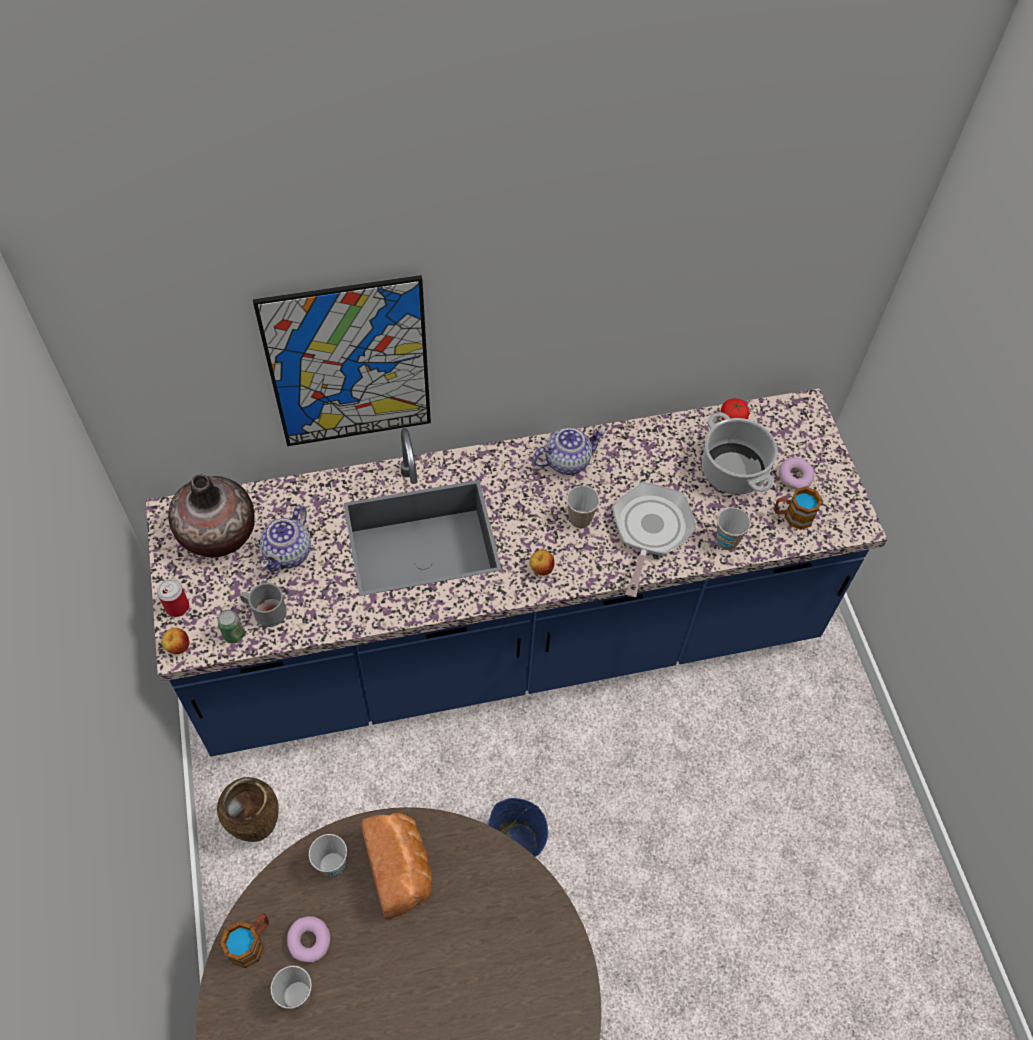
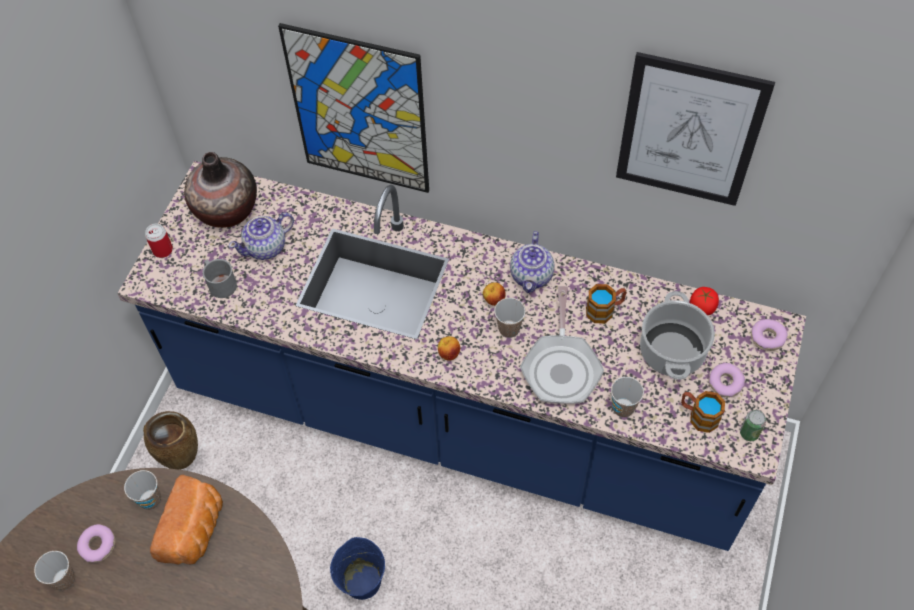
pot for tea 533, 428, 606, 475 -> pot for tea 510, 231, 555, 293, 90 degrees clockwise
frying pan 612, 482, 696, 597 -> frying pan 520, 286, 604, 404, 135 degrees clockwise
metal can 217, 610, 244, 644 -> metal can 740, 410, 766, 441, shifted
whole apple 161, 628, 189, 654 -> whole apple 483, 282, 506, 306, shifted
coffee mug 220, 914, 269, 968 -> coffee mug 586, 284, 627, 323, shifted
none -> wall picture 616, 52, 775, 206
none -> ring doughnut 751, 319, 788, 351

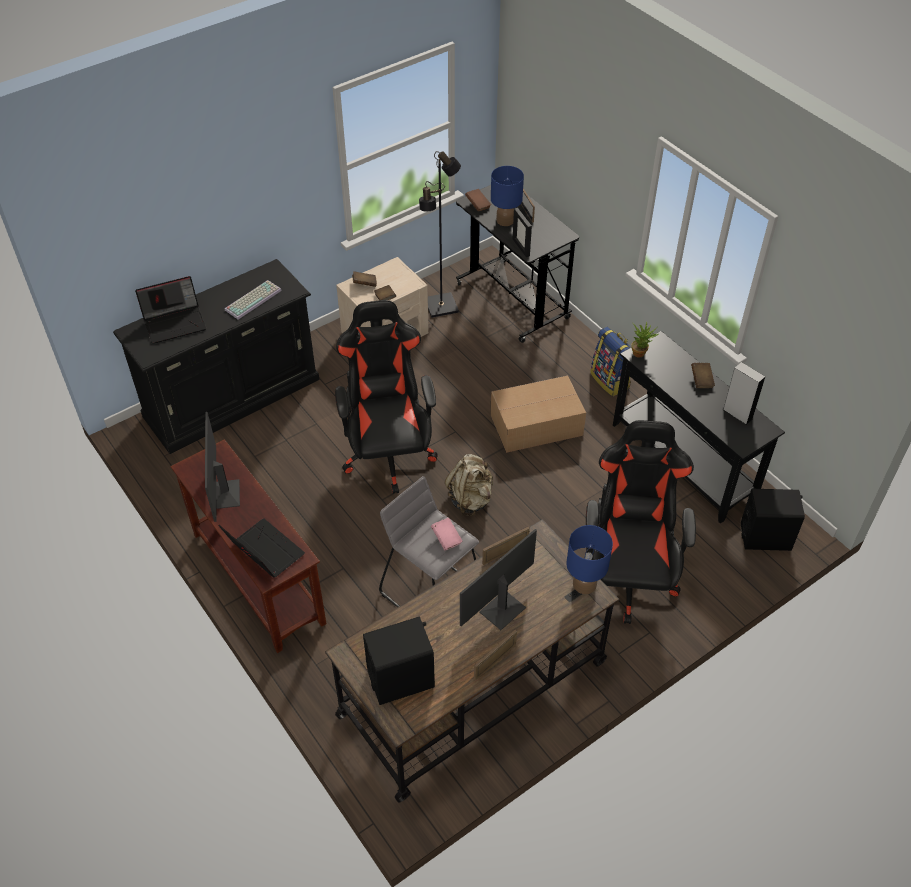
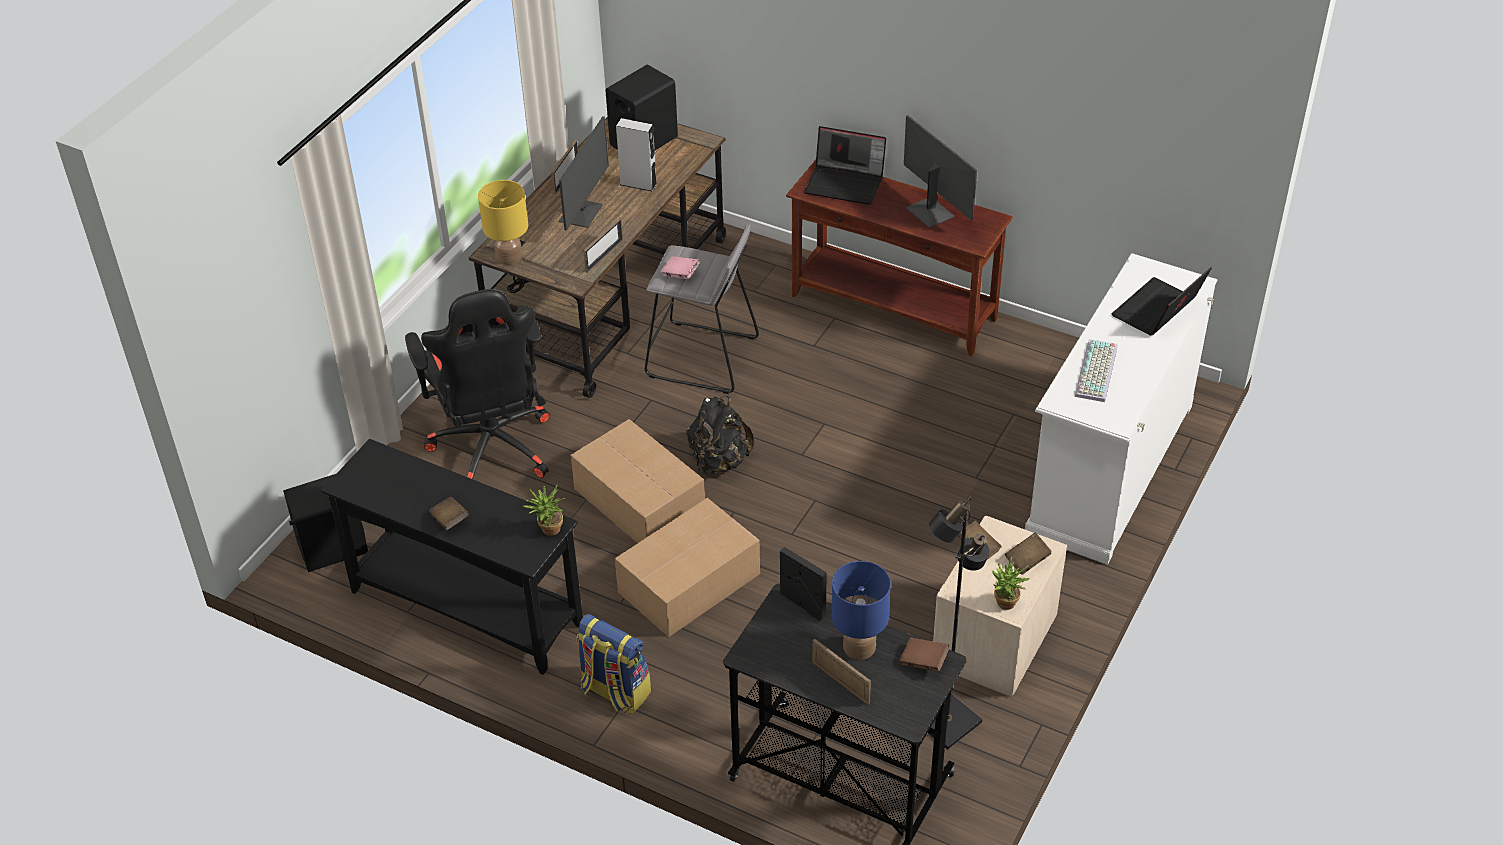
blackish cabinet 113, 259, 319, 454 -> white cabinet 1025, 253, 1217, 565
blackish office chair 335, 300, 438, 494 -> none
grey audio speaker 723, 362, 765, 425 -> grey audio speaker 616, 118, 657, 191, shifted
beige knapsack 445, 454, 493, 516 -> blackish knapsack 686, 396, 754, 475
bluish lamp for a table 566, 525, 613, 594 -> yellow lamp for a table 478, 180, 528, 265
none -> cardboard box 570, 419, 705, 543
none -> potted plant 991, 556, 1030, 610

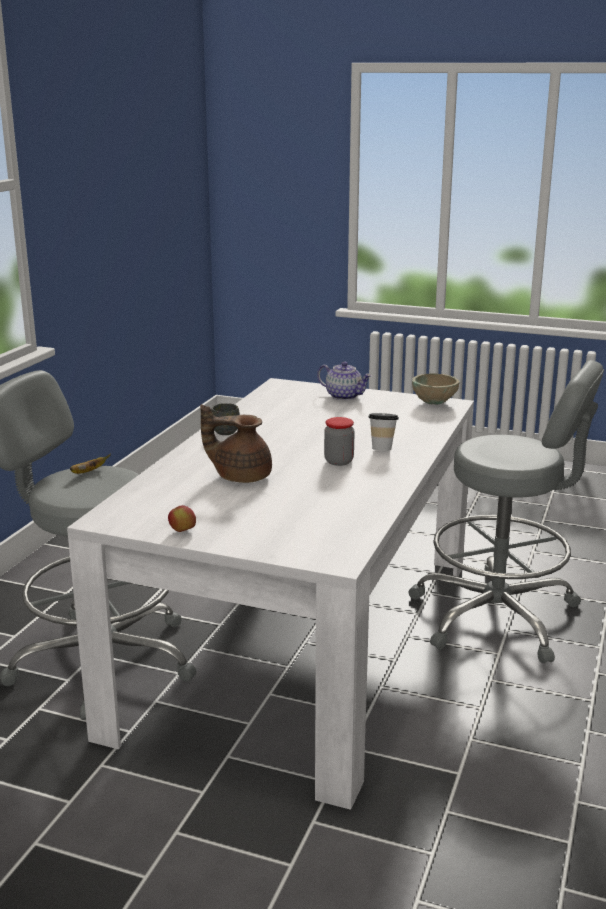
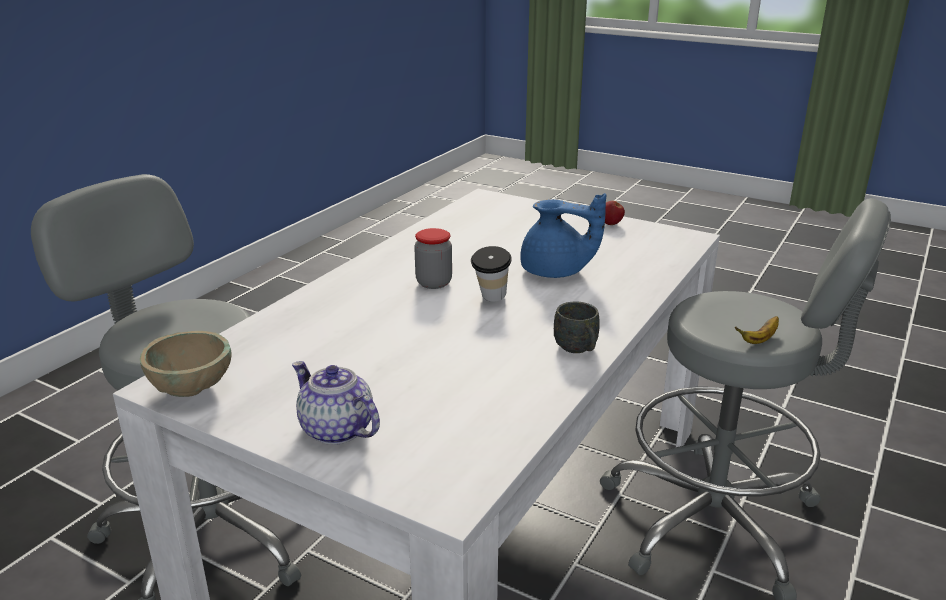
brown-coloured pot for tea 200, 404, 272, 483 -> bluish pot for tea 520, 193, 606, 278
drinking cup 369, 413, 399, 451 -> drinking cup 471, 246, 512, 302, shifted

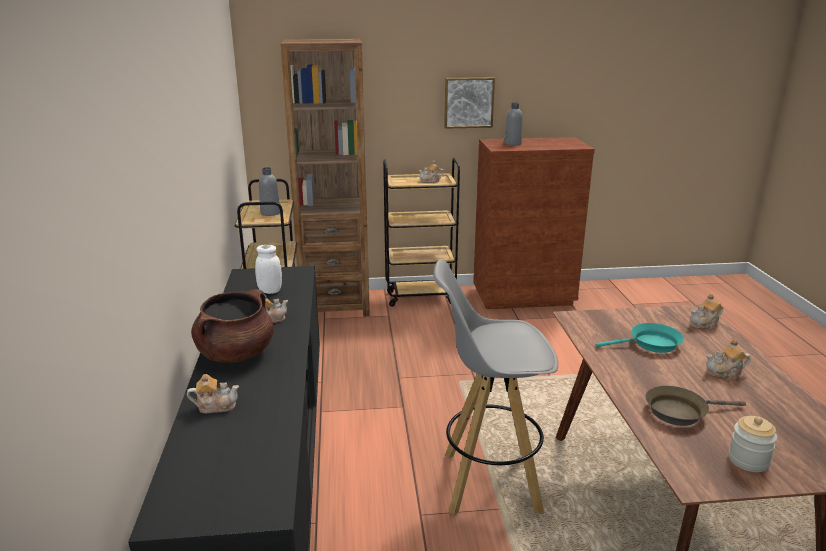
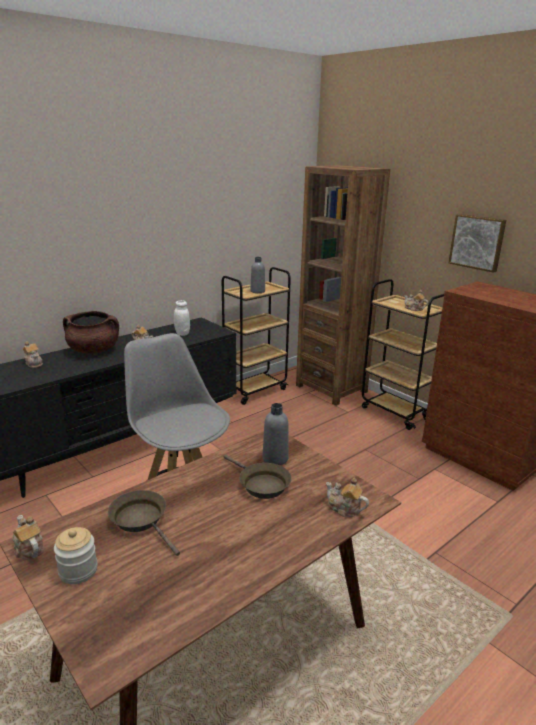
grey drink bottle 504, 103, 522, 145 -> grey drink bottle 263, 403, 289, 465, shifted
blue-green frying pan 596, 323, 684, 353 -> brown-coloured frying pan 223, 455, 292, 499
pot for tea 706, 339, 751, 379 -> pot for tea 12, 515, 44, 560, shifted

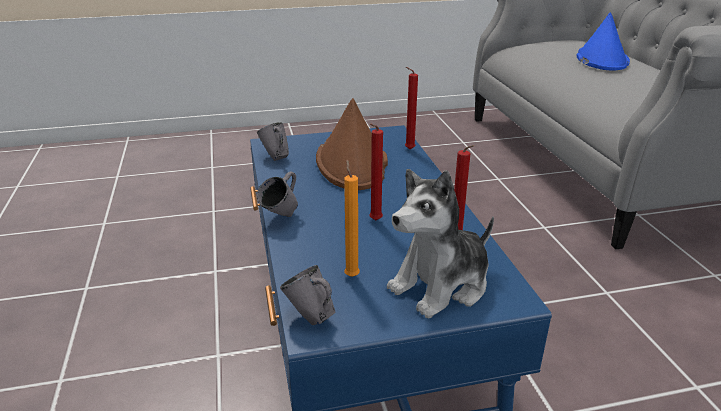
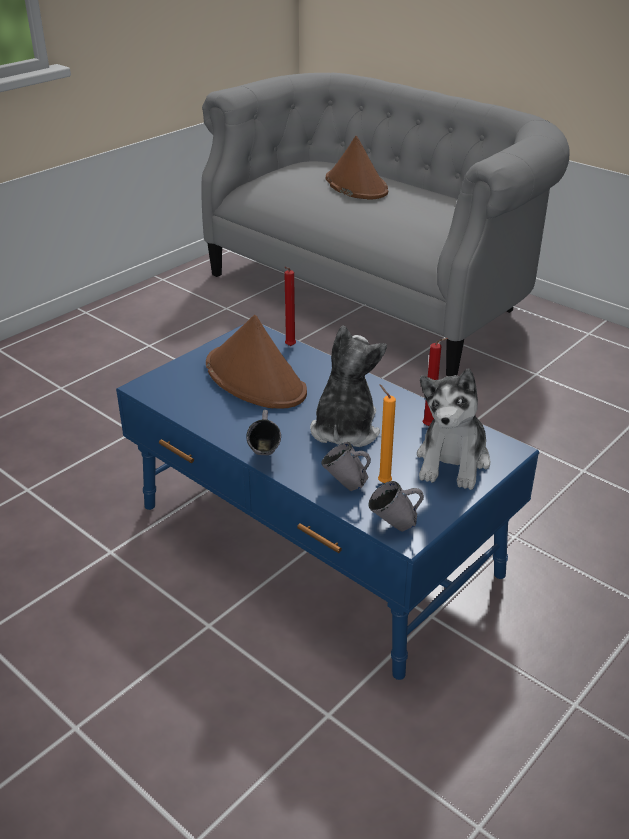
bluish wearable hat 577, 12, 630, 71 -> brown-coloured wearable hat 326, 136, 388, 200
grey coffee mug 257, 123, 289, 161 -> grey coffee mug 321, 442, 371, 491, shifted
reddish wax light 370, 124, 383, 220 -> cuddly toy 310, 326, 387, 447

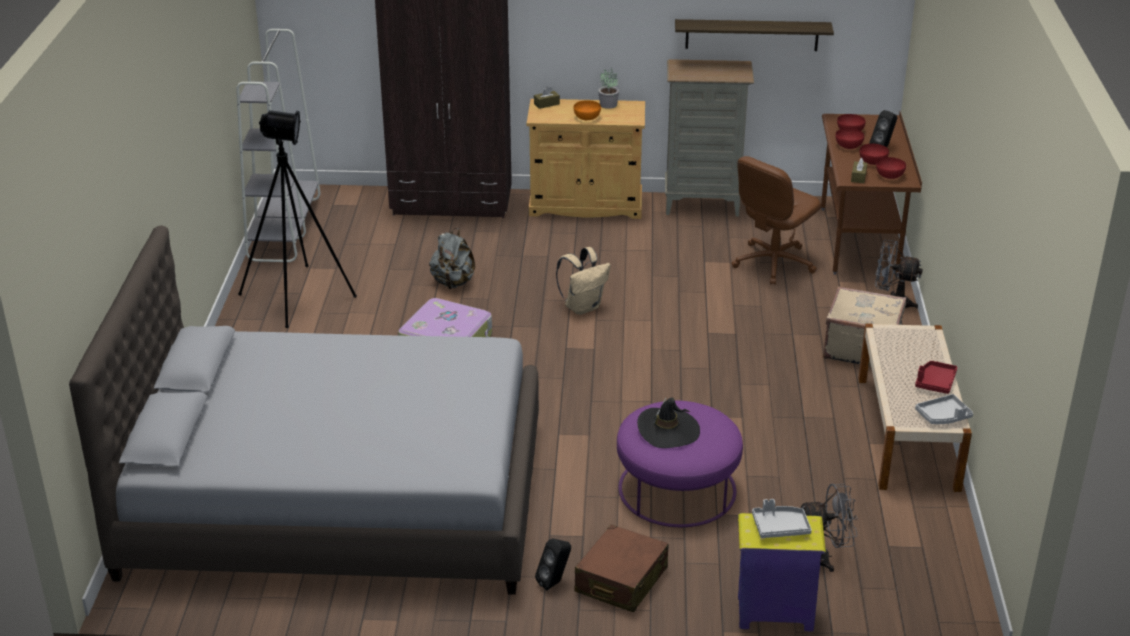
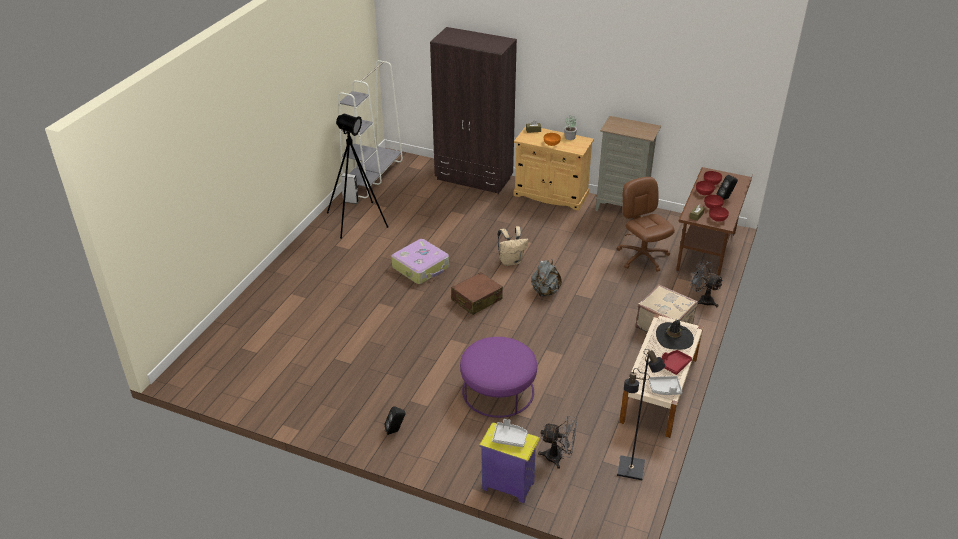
bracket shelf 675, 19, 834, 51 -> none
brown-coloured office chair 731, 156, 821, 285 -> brown-coloured office chair 617, 177, 675, 272, 90 degrees clockwise
grey bedroom bed 69, 225, 539, 595 -> none
grey knapsack 429, 228, 475, 289 -> grey knapsack 531, 259, 562, 297, shifted
blackish wearable hat 637, 398, 700, 448 -> blackish wearable hat 656, 319, 694, 350, shifted
brown-coloured suitcase 575, 524, 668, 612 -> brown-coloured suitcase 451, 272, 503, 315, shifted
none -> grey audio speaker 341, 173, 359, 204
none -> blackish floor lamp 617, 349, 665, 480

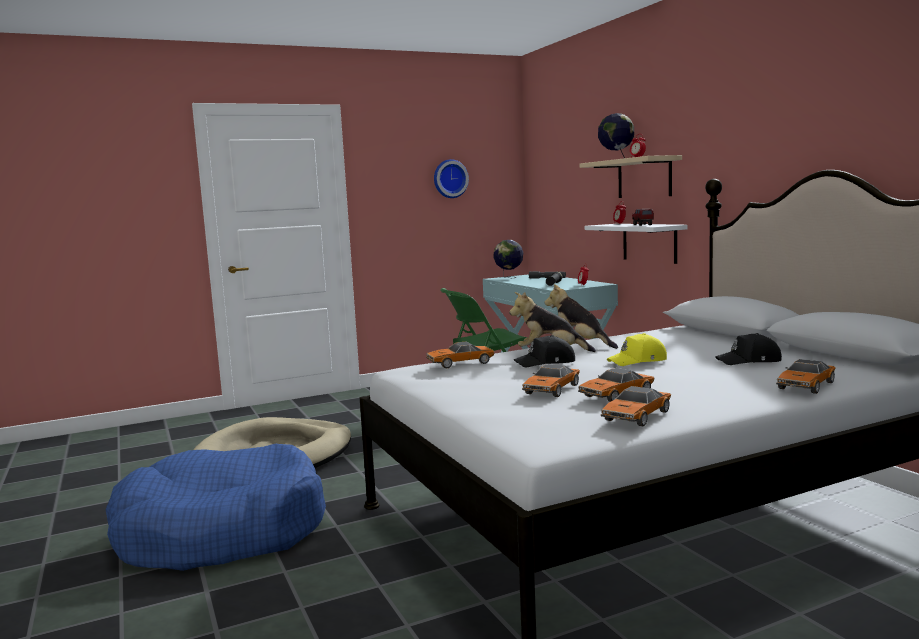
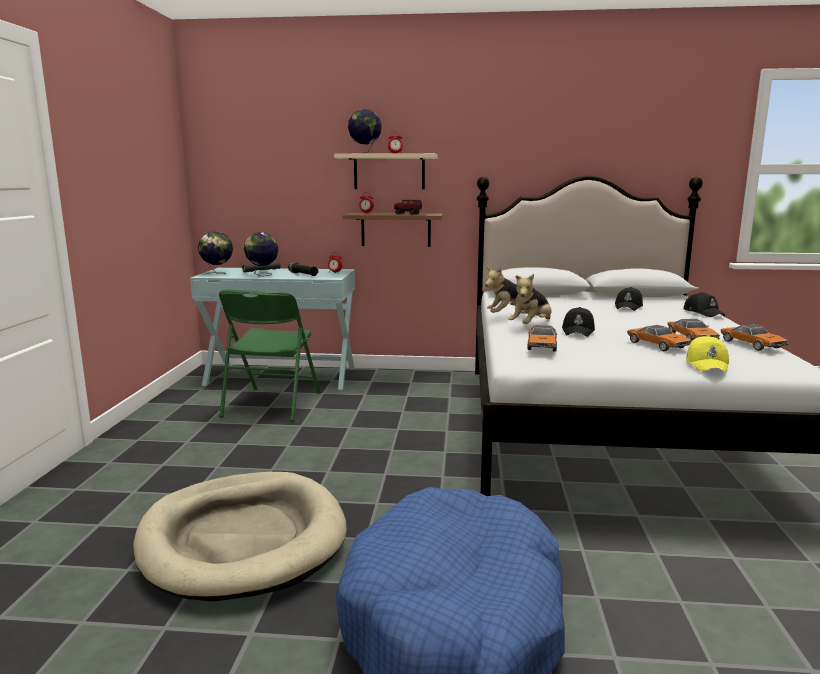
hanging clock 434, 159, 469, 198 -> none
white bracket shelf 585, 224, 687, 264 -> brown-coloured bracket shelf 342, 213, 443, 247
yellow baseball cap 607, 333, 667, 366 -> yellow baseball cap 686, 335, 729, 372, shifted
miniature car 776, 359, 836, 394 -> blackish baseball cap 684, 292, 725, 317
none -> globe 244, 232, 279, 276

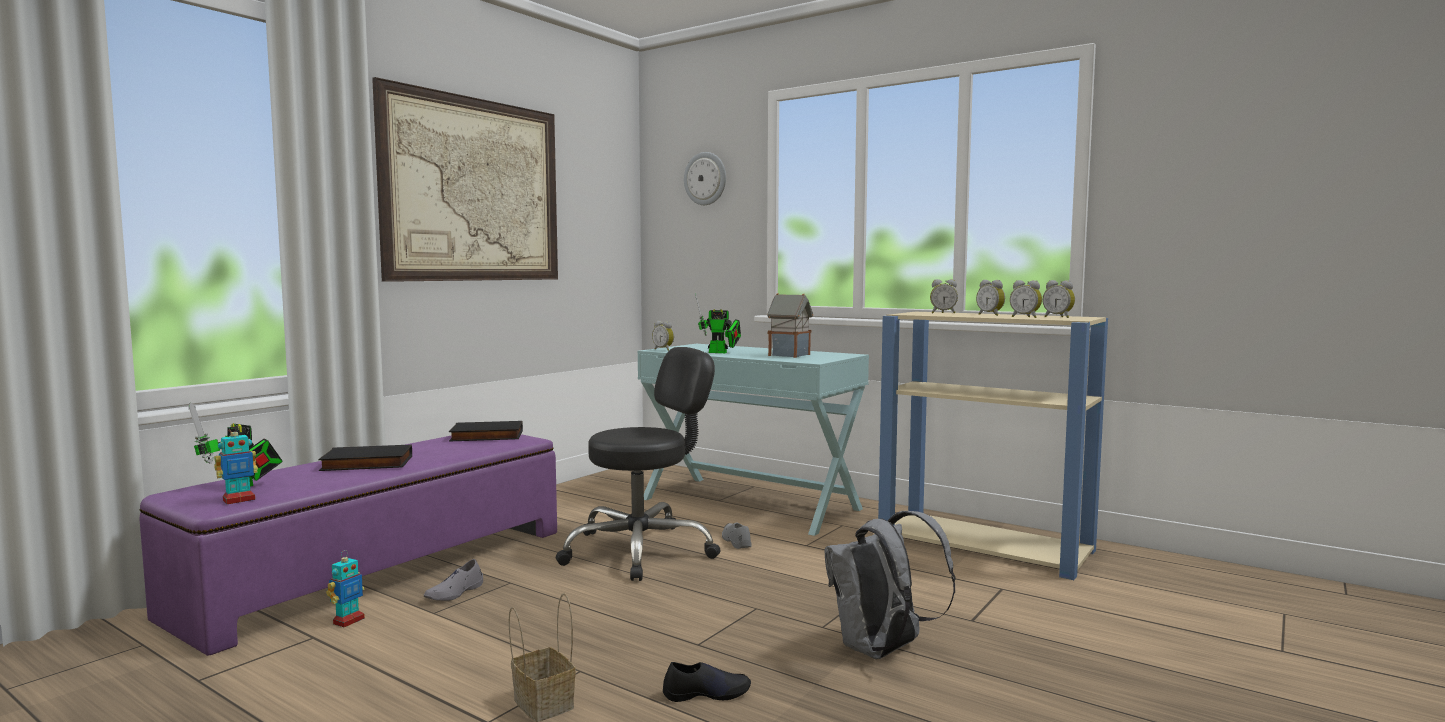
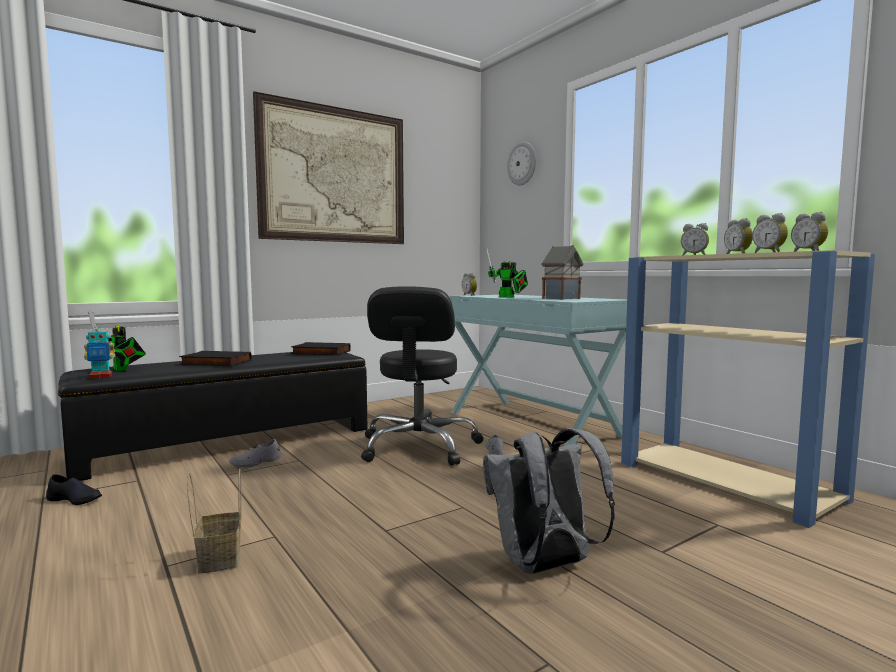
blackish office chair 556, 347, 721, 581 -> blackish office chair 361, 286, 484, 466, 105 degrees clockwise
purple bench 140, 434, 557, 656 -> blackish bench 58, 352, 368, 481
robot figure 326, 550, 365, 627 -> none
blackish item of footwear 663, 662, 751, 702 -> blackish item of footwear 46, 474, 102, 505, shifted

